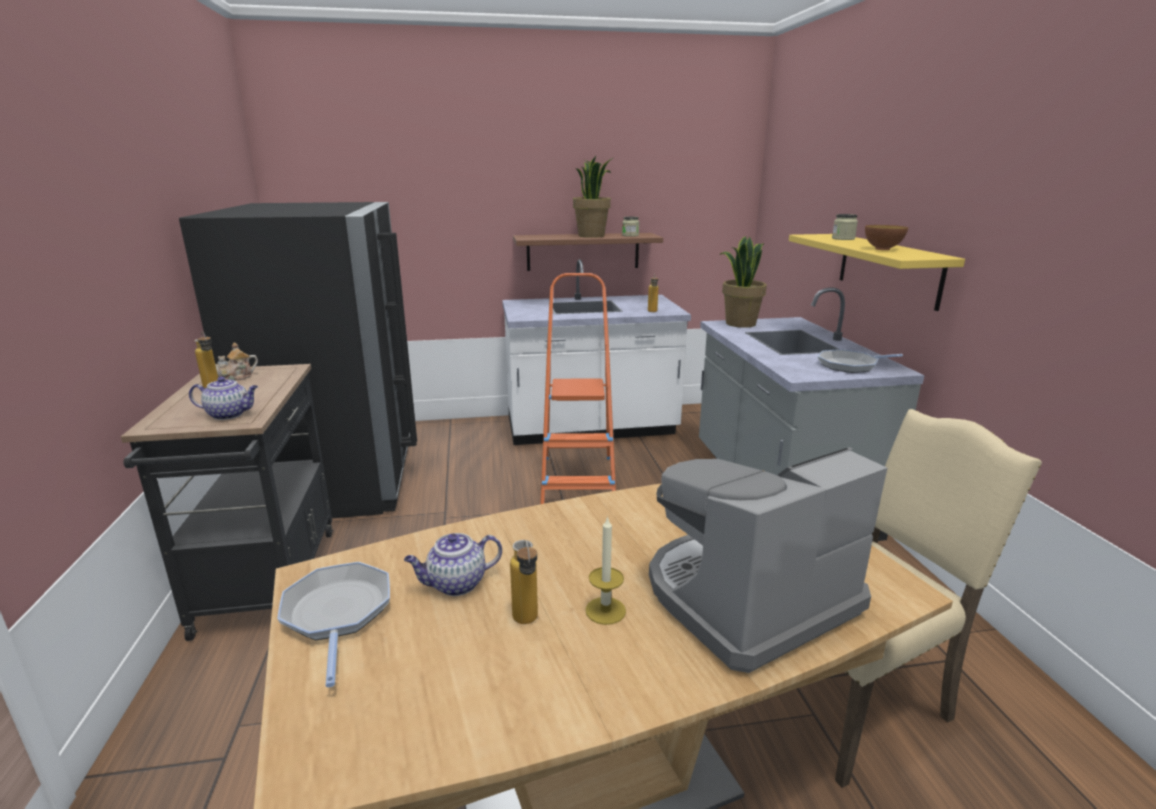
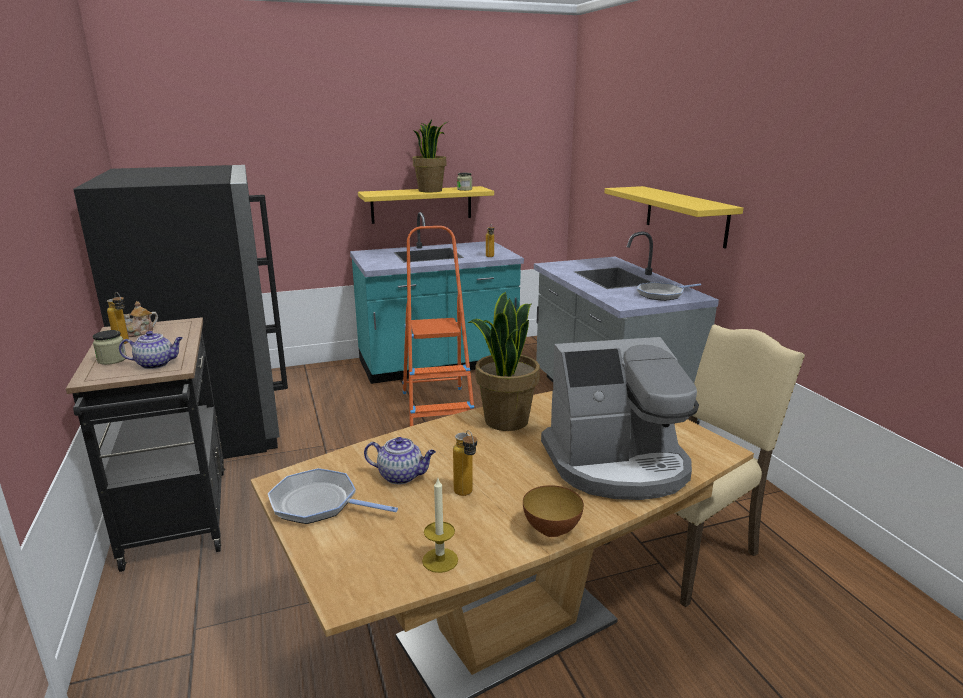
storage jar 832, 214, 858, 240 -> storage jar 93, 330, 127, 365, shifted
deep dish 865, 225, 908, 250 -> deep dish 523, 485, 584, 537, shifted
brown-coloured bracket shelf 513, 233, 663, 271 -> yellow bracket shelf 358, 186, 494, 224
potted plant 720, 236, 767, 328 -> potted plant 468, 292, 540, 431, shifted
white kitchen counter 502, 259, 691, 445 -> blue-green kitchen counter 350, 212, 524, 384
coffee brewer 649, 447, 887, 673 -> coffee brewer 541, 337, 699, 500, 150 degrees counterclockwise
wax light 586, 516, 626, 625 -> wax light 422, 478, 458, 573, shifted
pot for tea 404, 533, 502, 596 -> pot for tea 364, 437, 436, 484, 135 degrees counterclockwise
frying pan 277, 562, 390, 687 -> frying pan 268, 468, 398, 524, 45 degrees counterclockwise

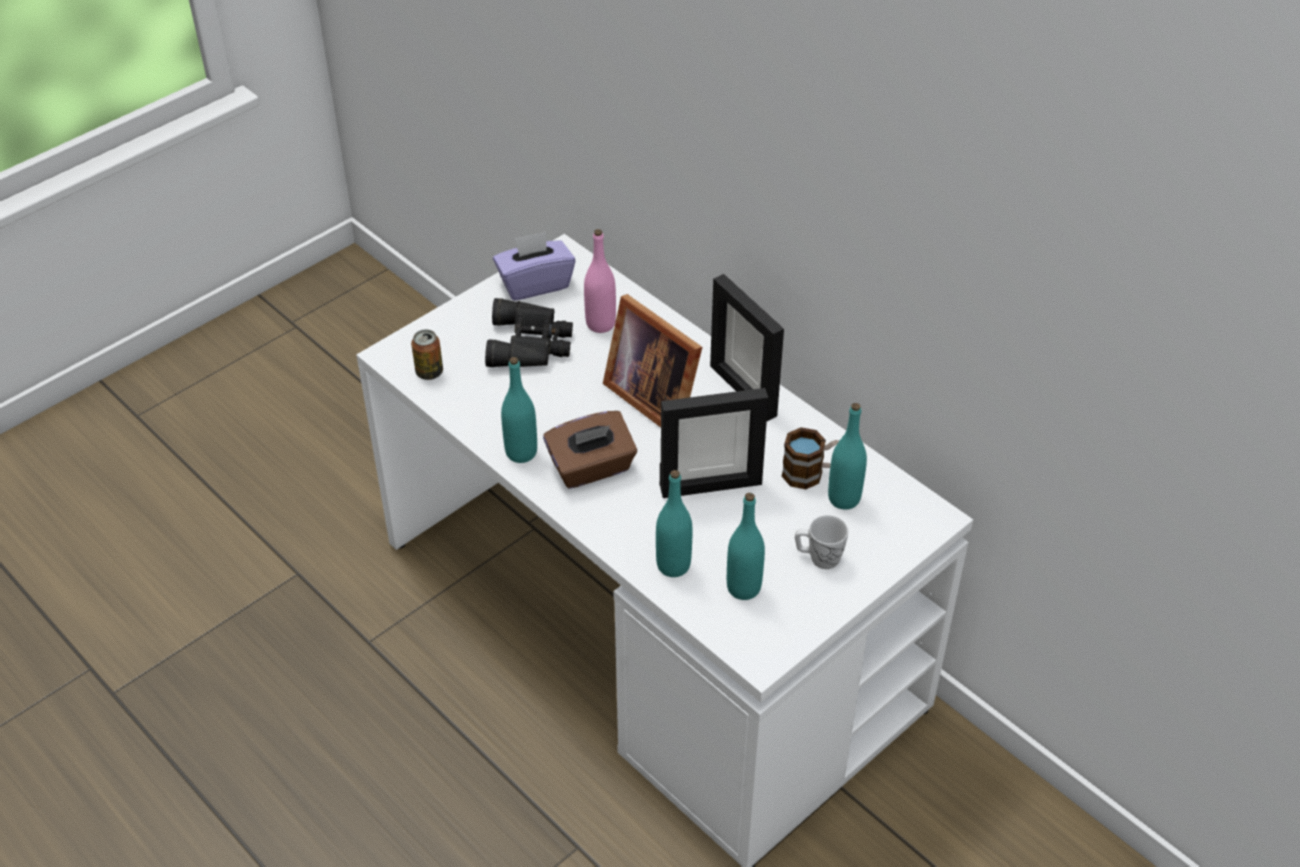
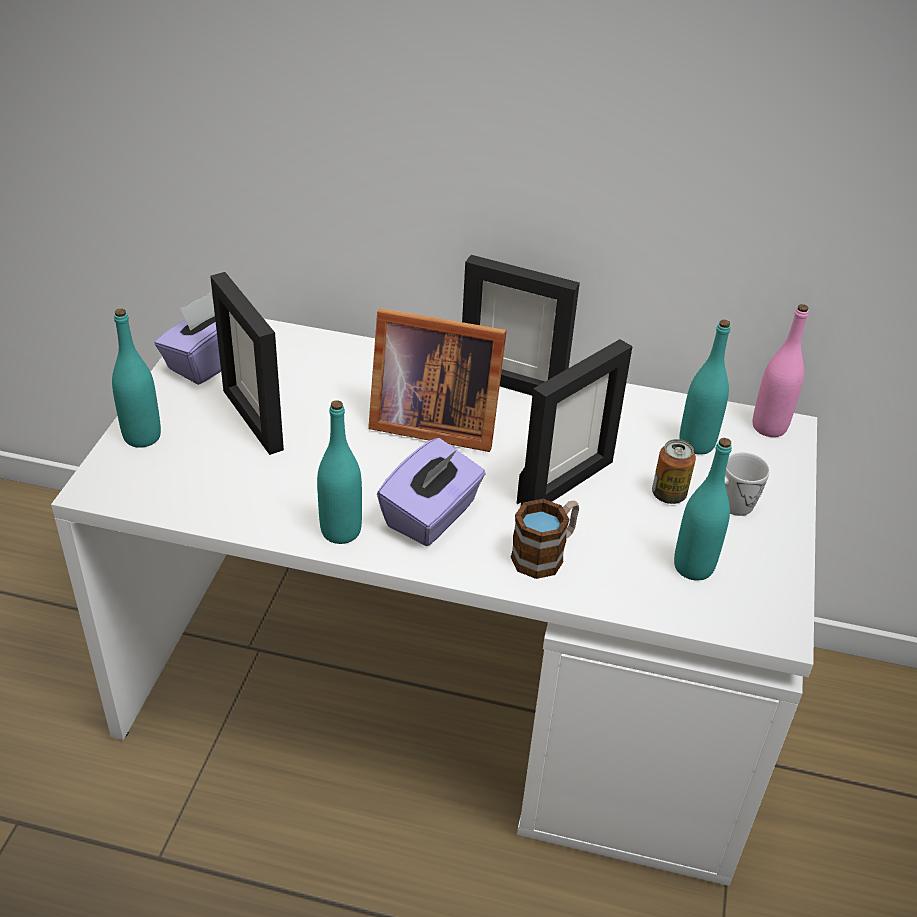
pink-coloured drink bottle 584, 229, 616, 333 -> pink-coloured drink bottle 753, 304, 808, 437, shifted
blackish field glasses 485, 298, 573, 367 -> photo frame 210, 272, 284, 455
metal can 411, 330, 443, 380 -> metal can 652, 439, 696, 504, shifted
brown-coloured tissue box 543, 411, 637, 489 -> purple tissue box 377, 438, 485, 546
coffee mug 782, 427, 839, 489 -> coffee mug 511, 499, 579, 579, shifted
blue-green drink bottle 656, 470, 692, 577 -> blue-green drink bottle 112, 309, 161, 448, shifted

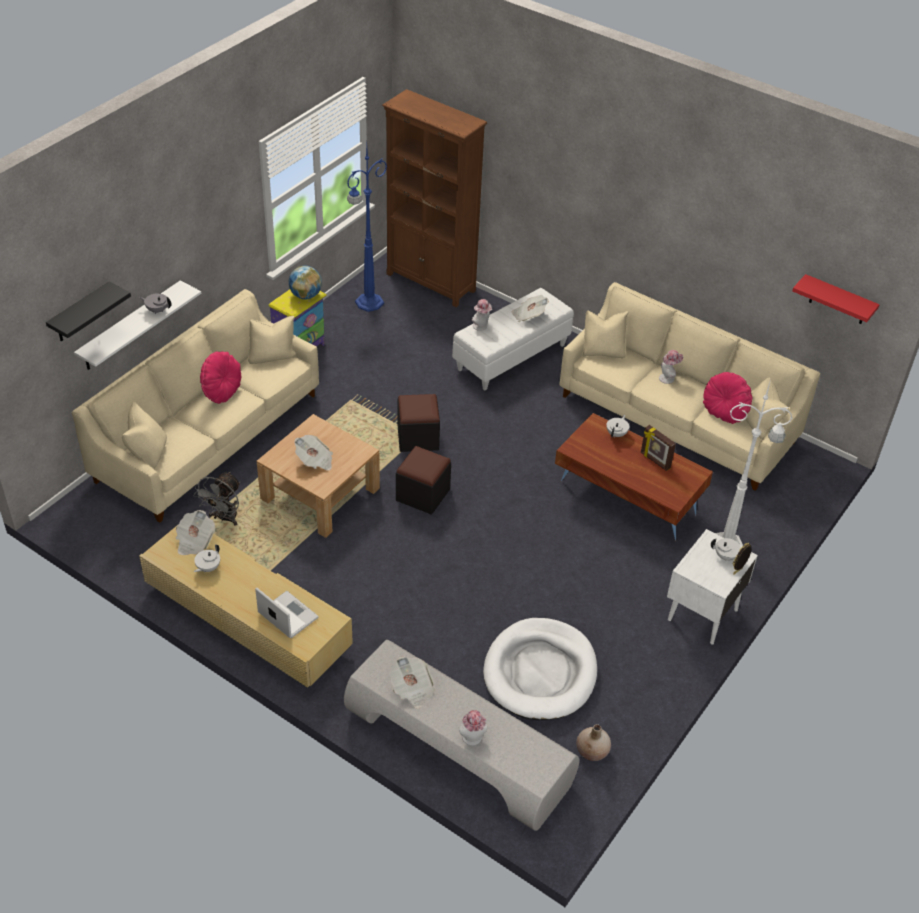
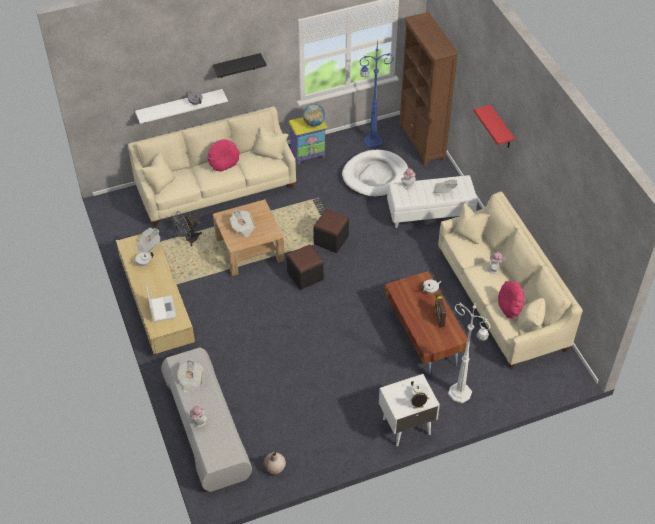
reddish bracket shelf 792, 274, 880, 324 -> reddish bracket shelf 474, 104, 515, 148, shifted
blackish bracket shelf 46, 281, 131, 341 -> blackish bracket shelf 213, 53, 266, 78, shifted
white dog bed 483, 618, 597, 720 -> white dog bed 342, 150, 408, 197, shifted

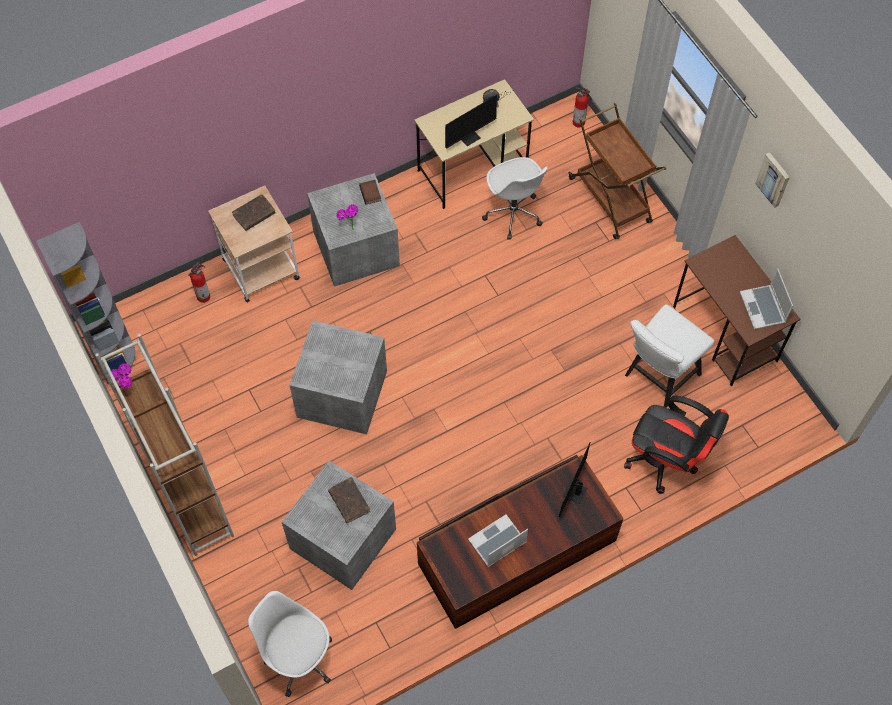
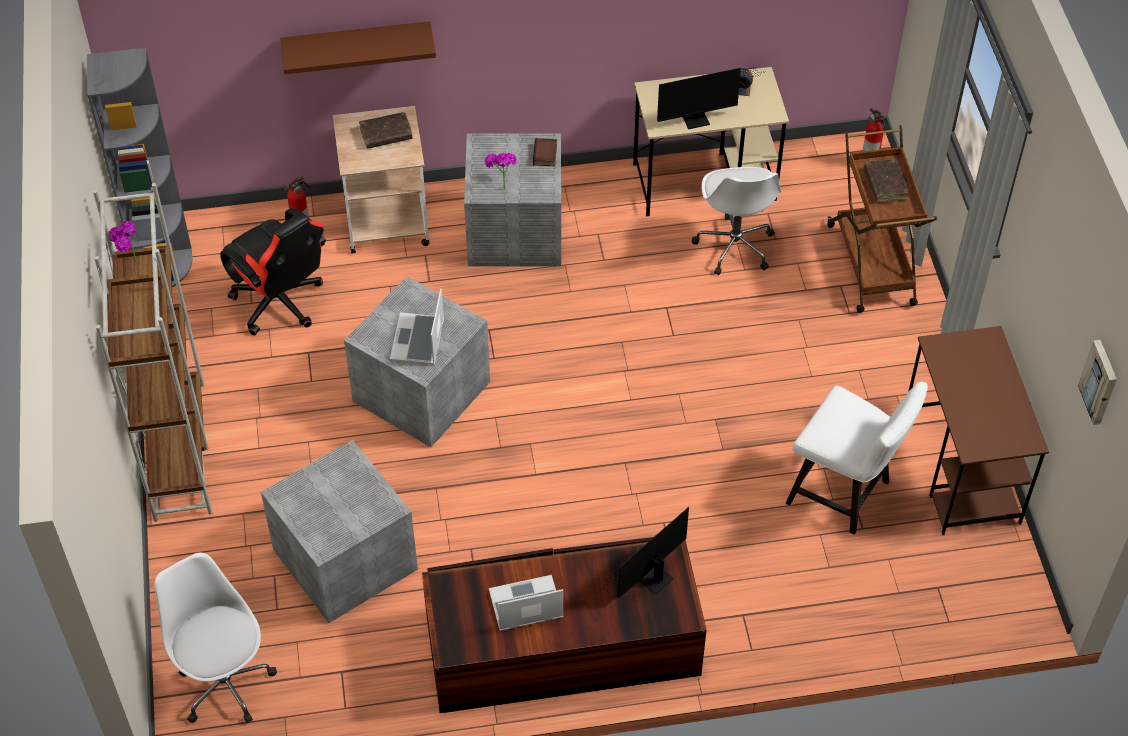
wall picture 755, 152, 790, 208 -> wall picture 1078, 340, 1117, 425, shifted
notebook computer 740, 268, 793, 329 -> notebook computer 390, 288, 444, 365, shifted
white plain chair 625, 304, 714, 408 -> white plain chair 786, 382, 928, 535, 120 degrees counterclockwise
blackish office chair 624, 395, 729, 494 -> blackish office chair 220, 208, 326, 336, shifted
brown-coloured bound book 328, 477, 370, 523 -> brown-coloured bound book 864, 159, 908, 202, shifted
none -> brown-coloured bracket shelf 280, 21, 436, 74

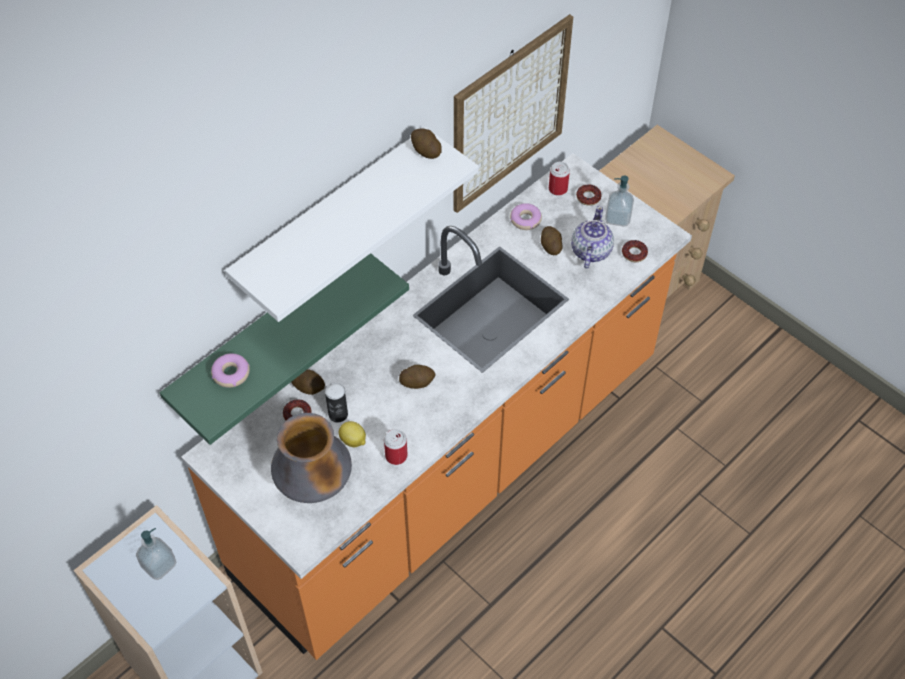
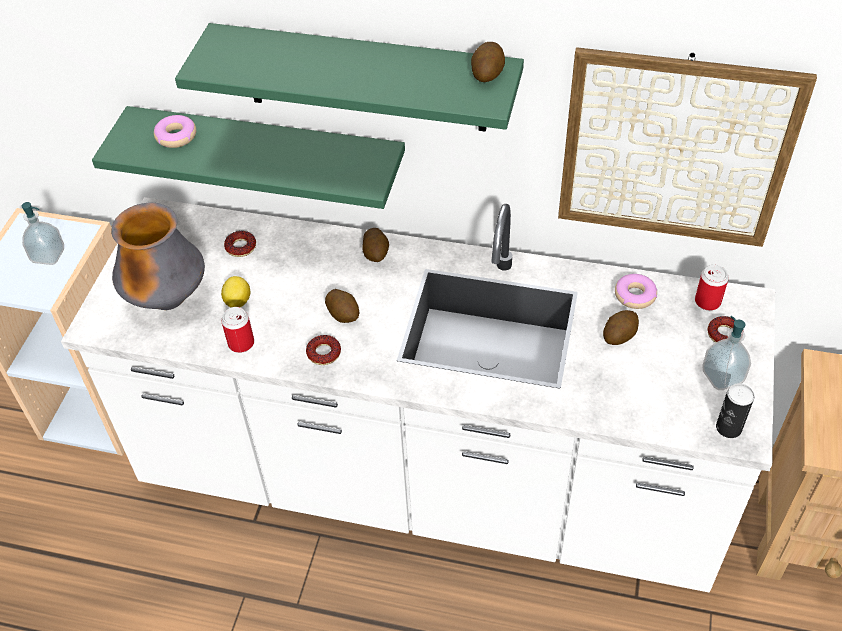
white bracket shelf 225, 127, 479, 322 -> greenish bracket shelf 175, 23, 524, 132
orangey kitchen counter 181, 153, 692, 660 -> white kitchen counter 61, 197, 775, 592
pot for tea 571, 206, 614, 269 -> none
ring doughnut 622, 240, 648, 262 -> ring doughnut 306, 335, 341, 365, shifted
spud 291, 369, 325, 395 -> spud 362, 228, 389, 262, shifted
metal can 325, 383, 348, 423 -> metal can 716, 383, 755, 438, shifted

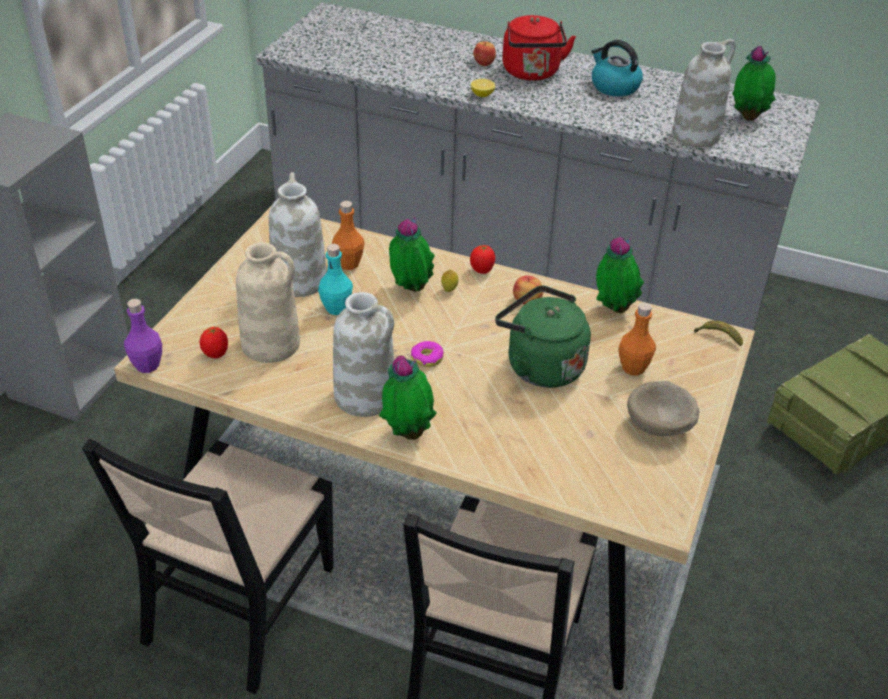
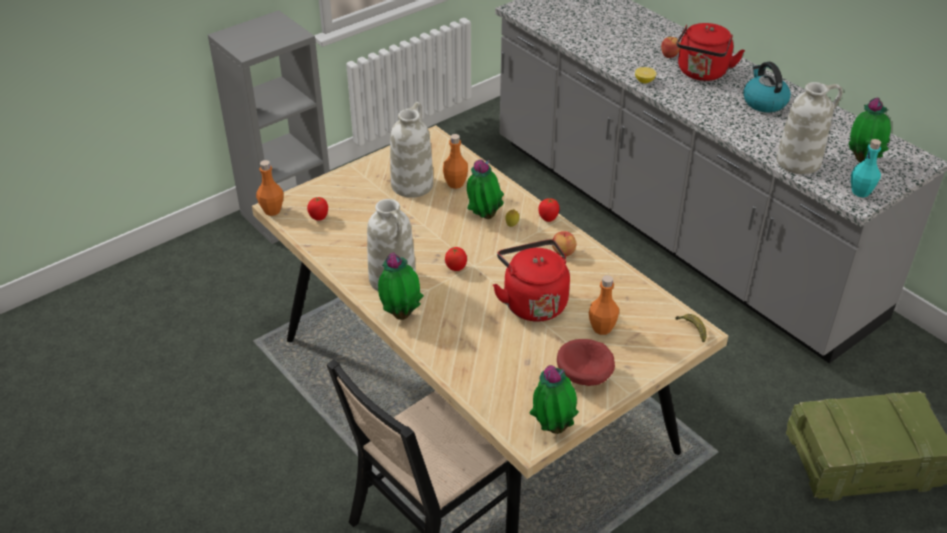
potted plant 596, 237, 644, 313 -> potted plant 529, 365, 579, 434, shifted
beige vase 236, 242, 300, 363 -> none
blue-green drink bottle 318, 244, 353, 315 -> blue-green drink bottle 851, 139, 881, 197, shifted
greenish kettle 495, 285, 591, 388 -> reddish kettle 493, 239, 570, 322
purple drink bottle 124, 299, 162, 373 -> orangey drink bottle 256, 160, 284, 216
ring doughnut 411, 341, 444, 367 -> tomato 445, 247, 467, 271
beige deep dish 627, 381, 699, 436 -> reddish deep dish 557, 339, 615, 386
plain chair 82, 439, 334, 694 -> none

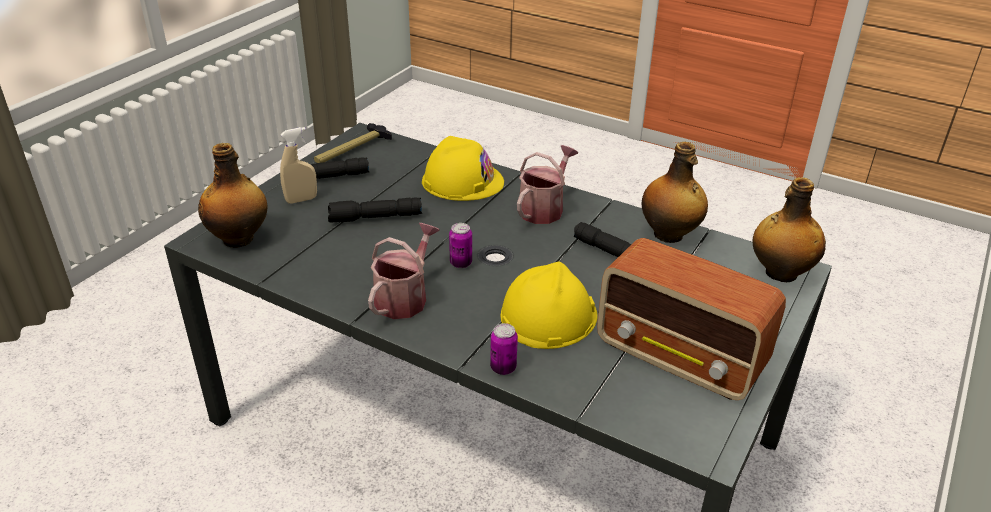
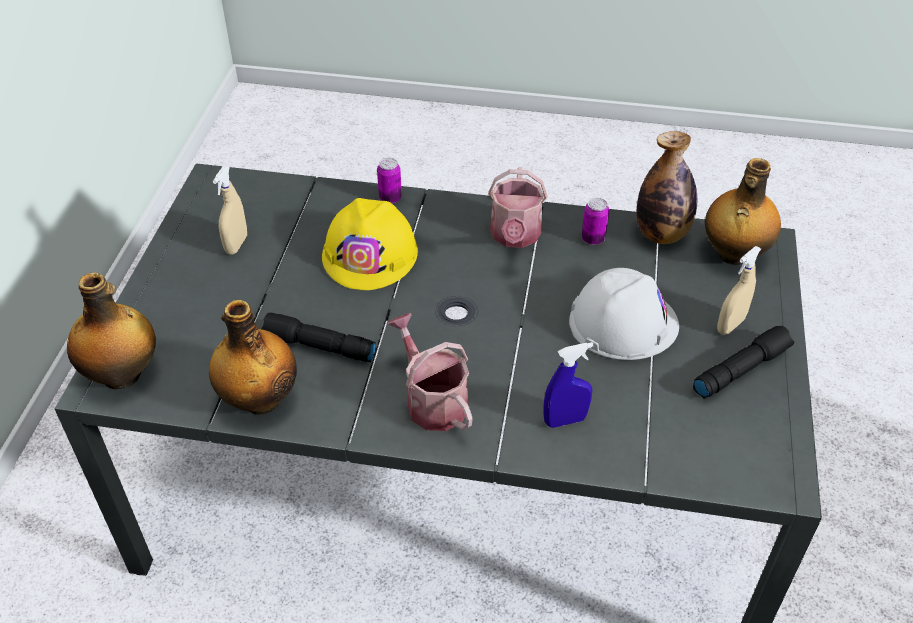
hammer 314, 123, 392, 163 -> none
yellow work helmet 422, 136, 504, 201 -> bluish hand sprayer 543, 342, 594, 428
watering can 517, 145, 578, 224 -> watering can 387, 313, 473, 431, 135 degrees clockwise
blackish flashlight 328, 197, 422, 222 -> white work helmet 569, 268, 679, 360
metal can 449, 223, 472, 268 -> metal can 582, 198, 609, 245, shifted
radio receiver 597, 238, 786, 400 -> beige hand sprayer 213, 166, 247, 255
none -> drink bottle 637, 131, 697, 244

